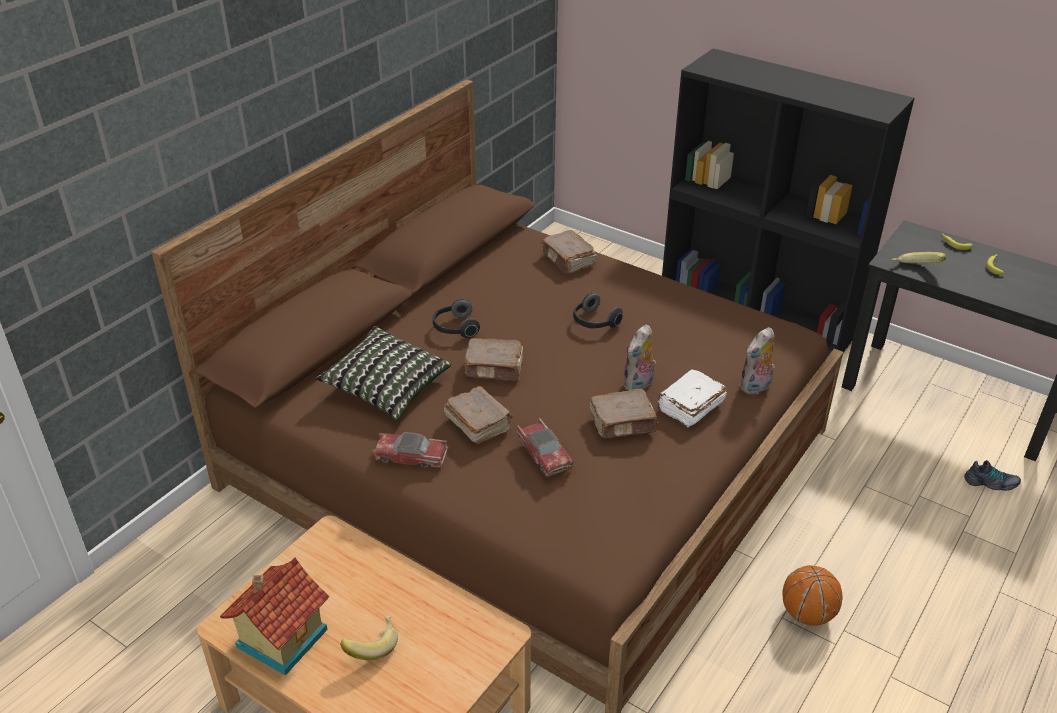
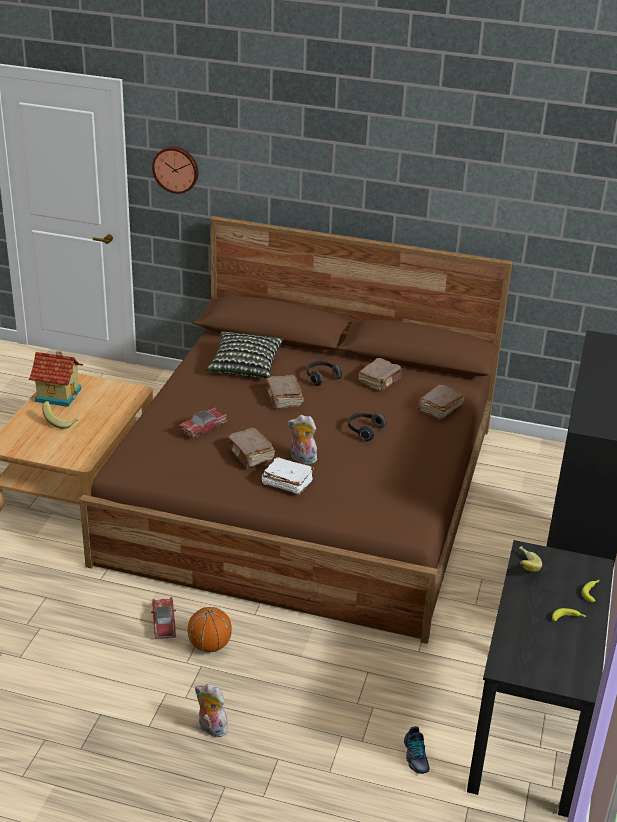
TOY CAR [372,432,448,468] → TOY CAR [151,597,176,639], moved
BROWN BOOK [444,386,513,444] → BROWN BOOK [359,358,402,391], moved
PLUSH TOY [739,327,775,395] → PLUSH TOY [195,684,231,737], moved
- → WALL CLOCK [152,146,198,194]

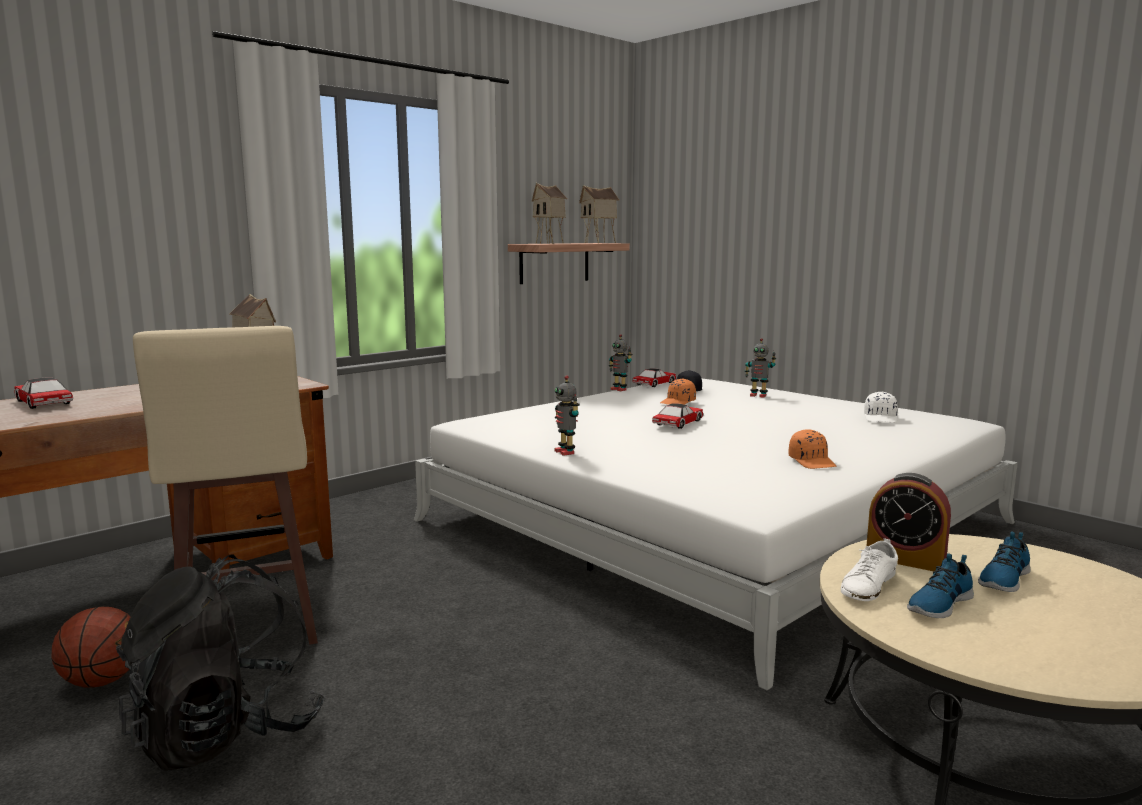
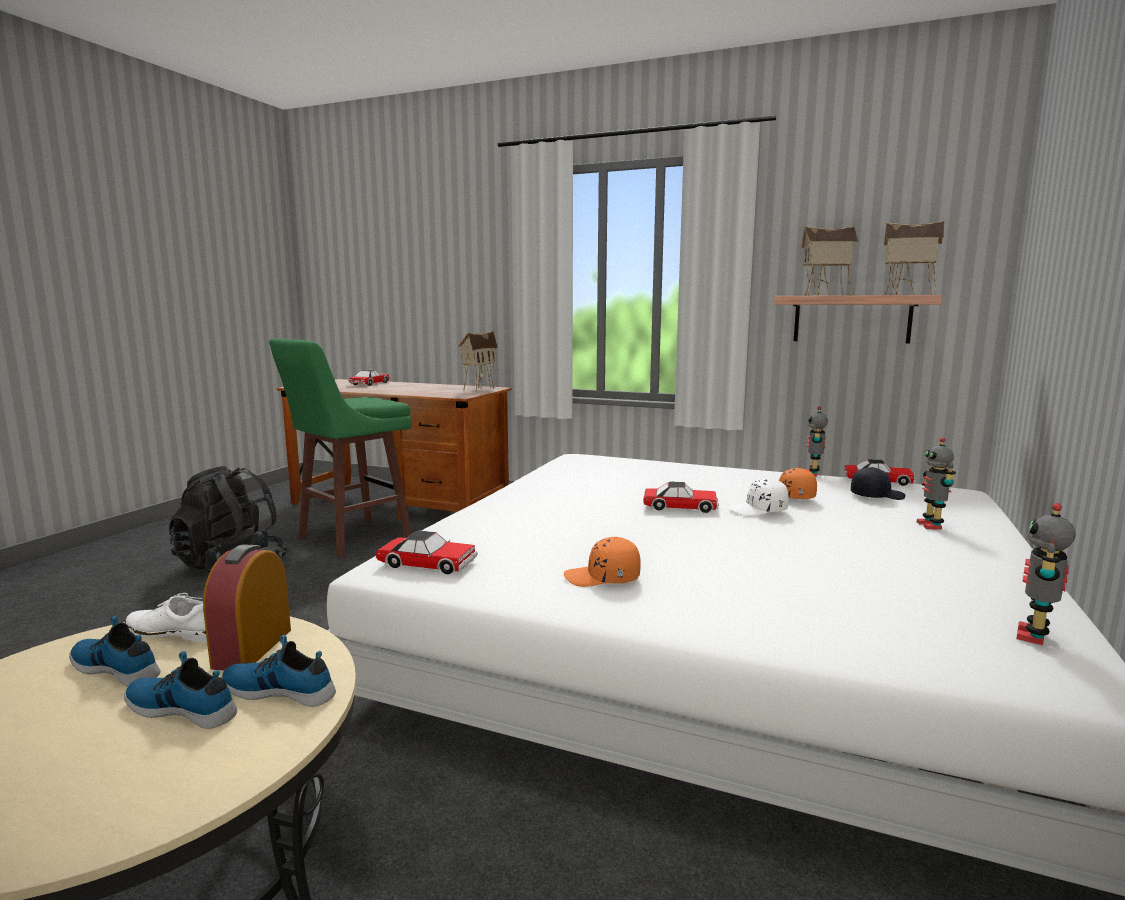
BASKETBALL [52,607,131,688] → -
BEIGE STOOL [133,326,318,645] → GREEN STOOL [269,338,412,558]
TOY ROBOT [554,375,580,456] → TOY ROBOT [1016,503,1076,645], moved
ORANGE CAP [788,429,837,469] → ORANGE CAP [564,537,641,587], 45 degrees clockwise
WHITE CAP [864,391,898,423] → WHITE CAP [729,478,789,516], moved
- → SHOE [221,635,336,707]
- → TOY CAR [376,531,478,574]

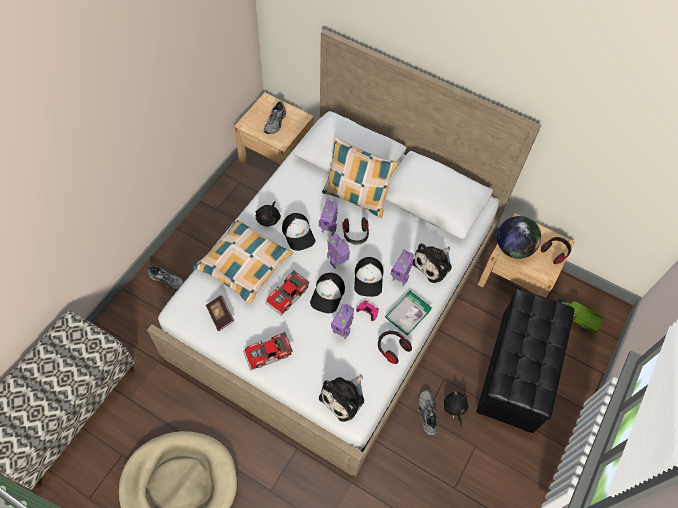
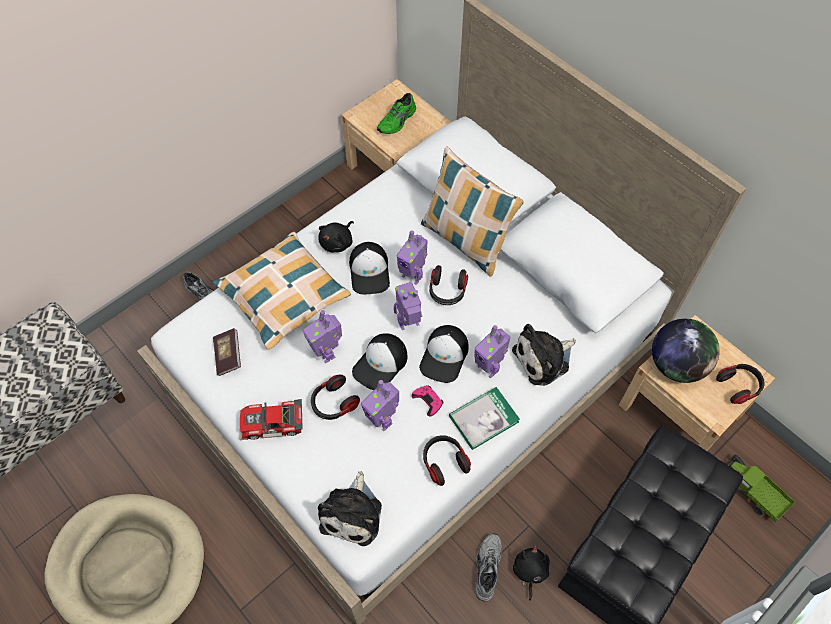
GREY SHOE [264,101,286,134] → GREEN SHOE [377,93,416,134]
TOY CAR [265,270,310,316] → TOY ROBOT [302,310,342,363]
PLUSH TOY [319,374,364,422] → PLUSH TOY [318,471,382,546], 45 degrees counterclockwise
- → HEADPHONES [311,375,360,420]

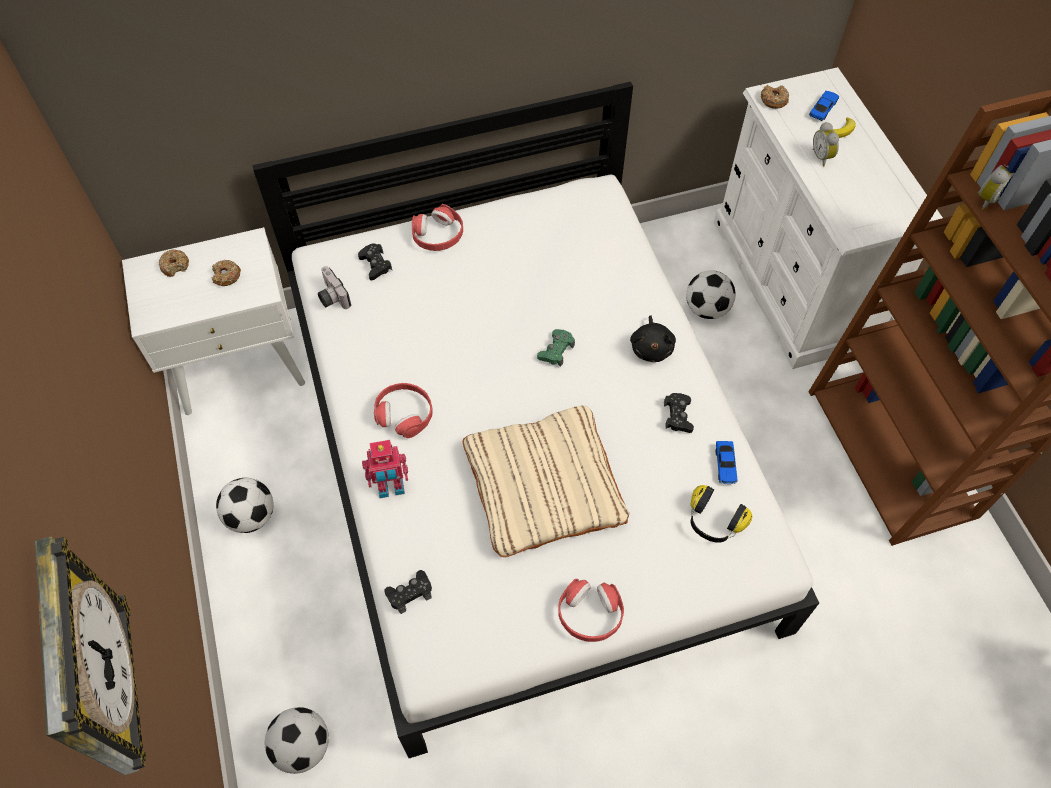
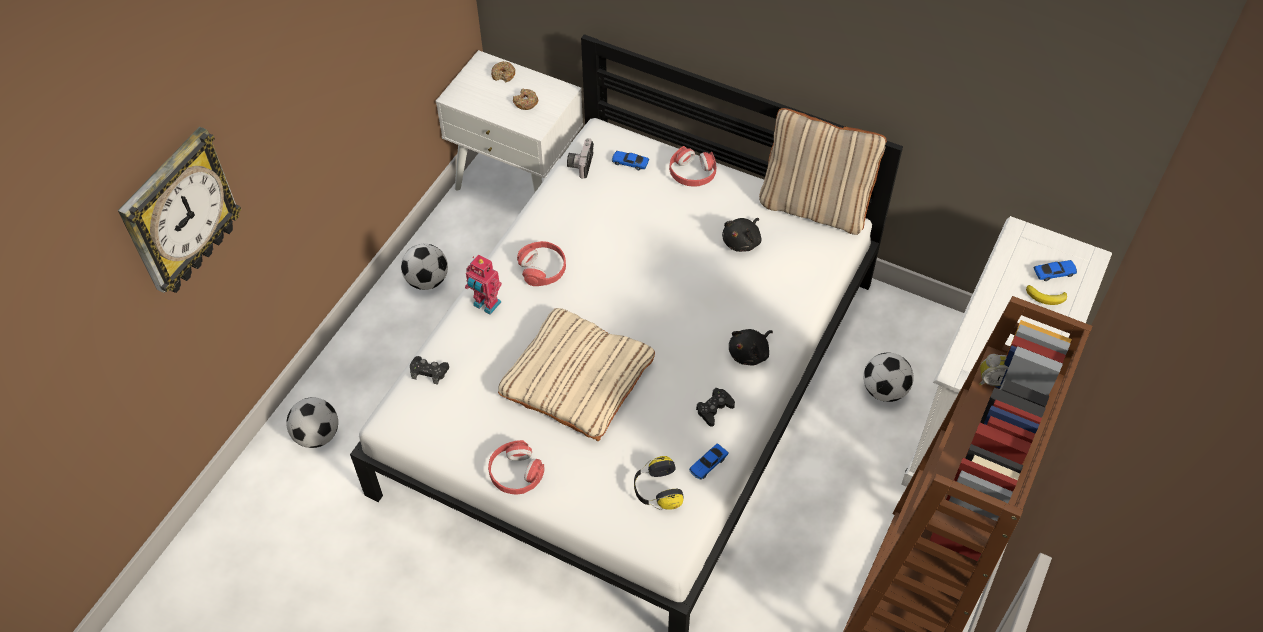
BLACK GAME CONTROLLER [358,243,392,280] → TOY CAR [612,151,649,170]
GREEN GAME CONTROLLER [537,329,575,367] → -
DONUT [761,85,789,109] → -
ALARM CLOCK [813,122,839,167] → -
- → BLACK PLUSH TOY [722,218,762,252]
- → BEIGE PILLOW [759,108,887,235]

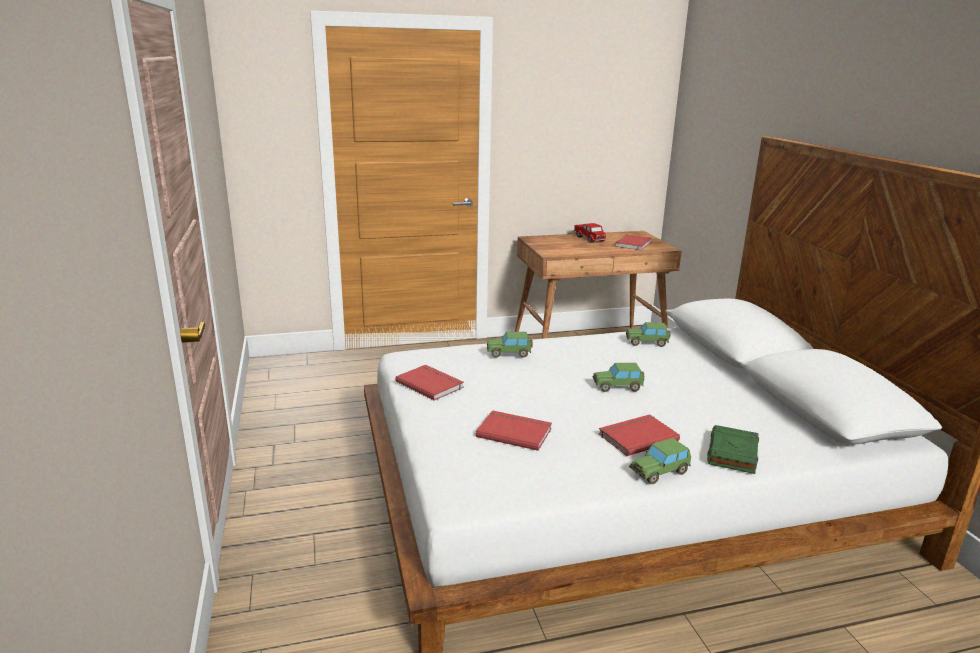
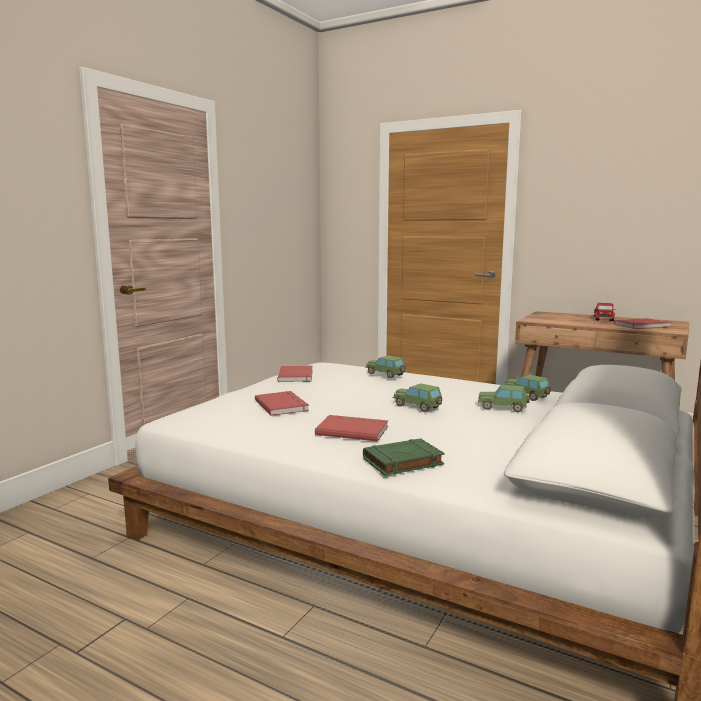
TOY CAR [629,438,691,484] → TOY CAR [478,385,530,412], moved

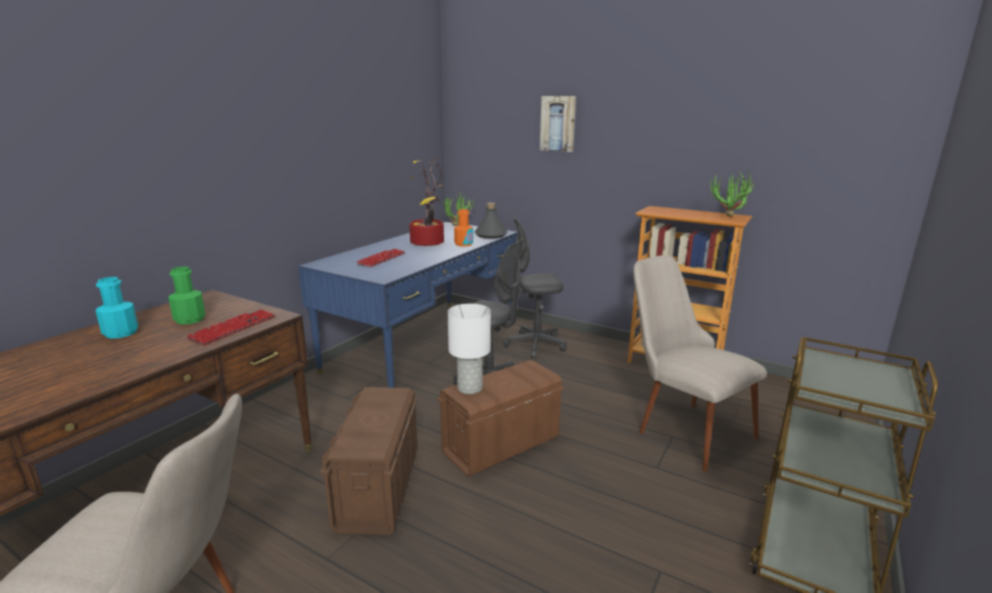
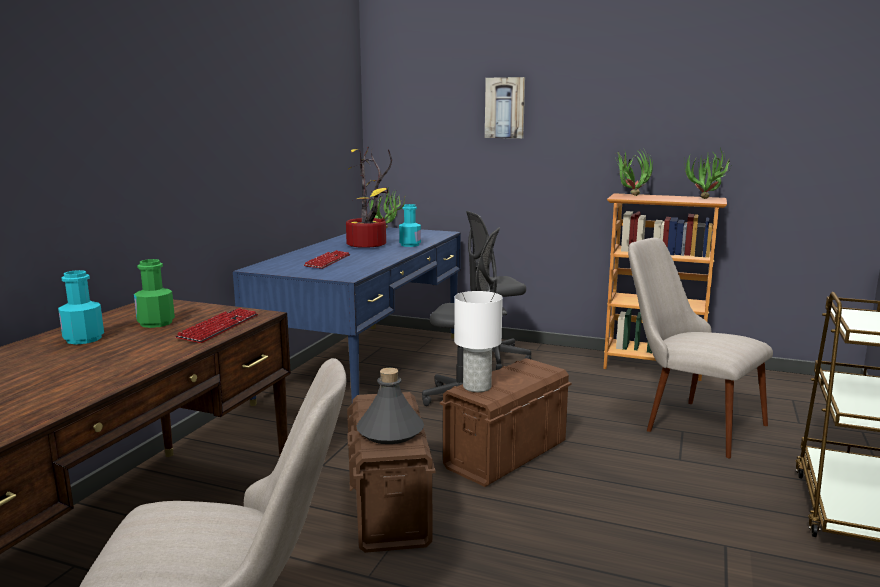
ORANGE BOTTLE [454,209,473,247] → TURQUOISE BOTTLE [399,204,421,247]
GREY BOTTLE [474,203,508,239] → GREY BOTTLE [357,368,424,444], moved
- → POTTED PLANT [615,148,653,196]

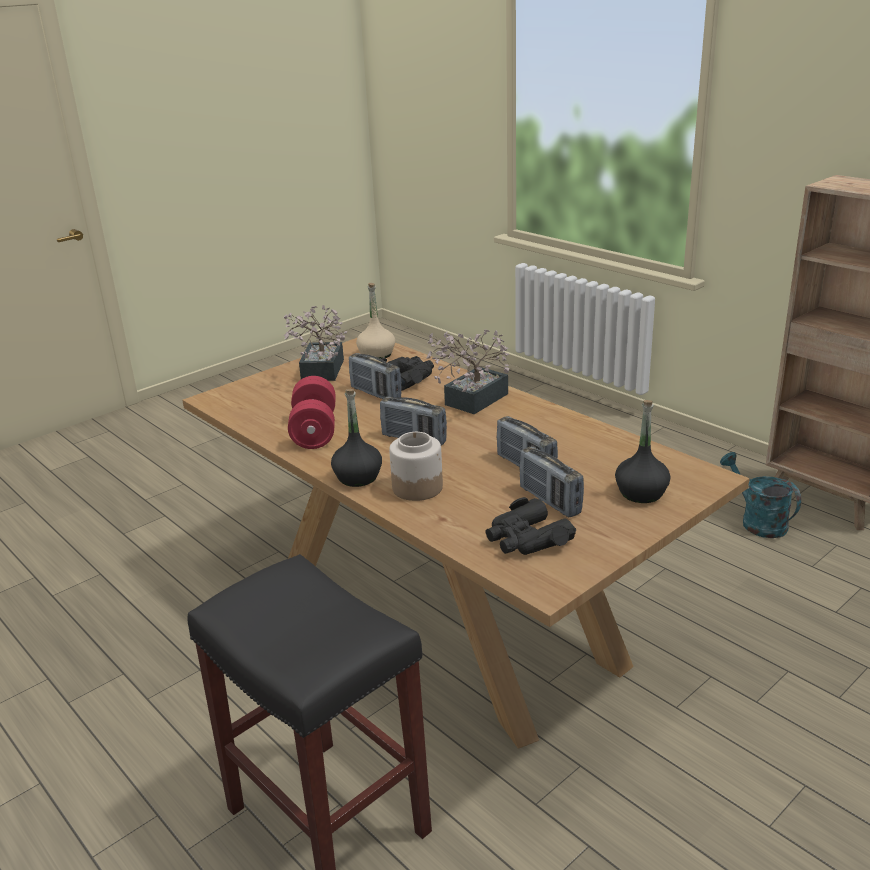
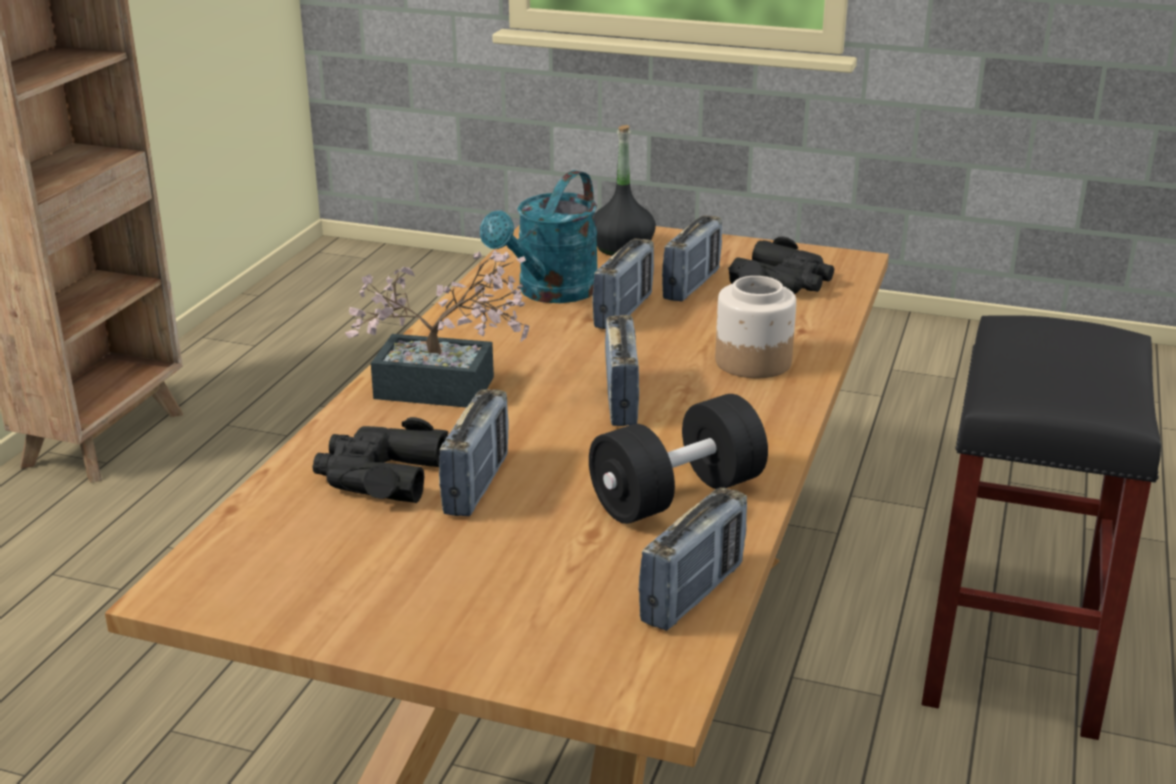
POTTED PLANT [283,305,348,381] → -
RED DUMBBELL [288,376,336,449] → BLACK DUMBBELL [589,394,768,524]
BLACK BOTTLE [331,389,382,487] → -
BEIGE BOTTLE [356,283,395,359] → -
TURQUOISE WATERING CAN [720,452,801,538] → TURQUOISE WATERING CAN [480,170,598,303], moved
- → RADIO [638,487,747,631]

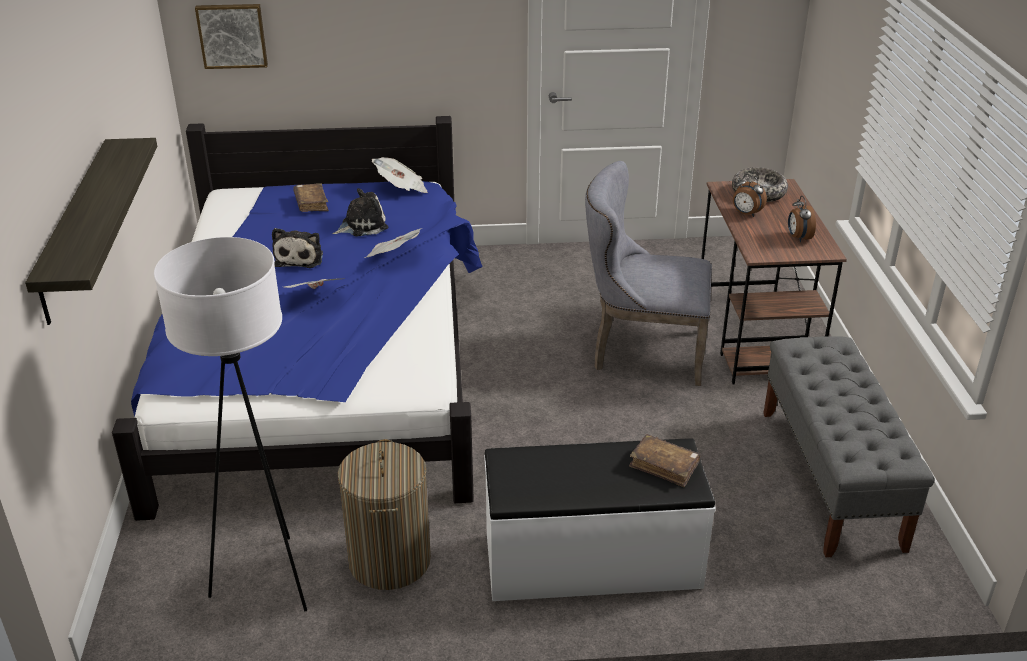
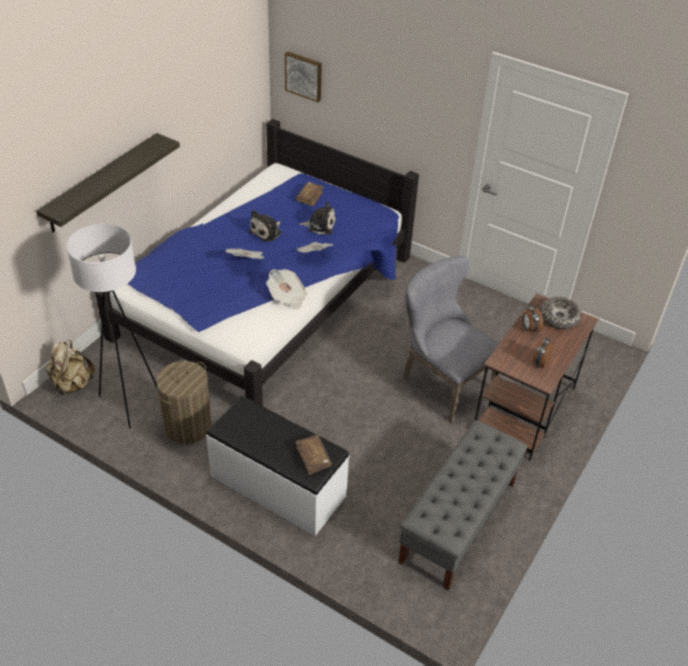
NEWSPAPER [372,157,428,193] → NEWSPAPER [266,269,308,310], moved
- → BEIGE BACKPACK [45,340,95,396]

